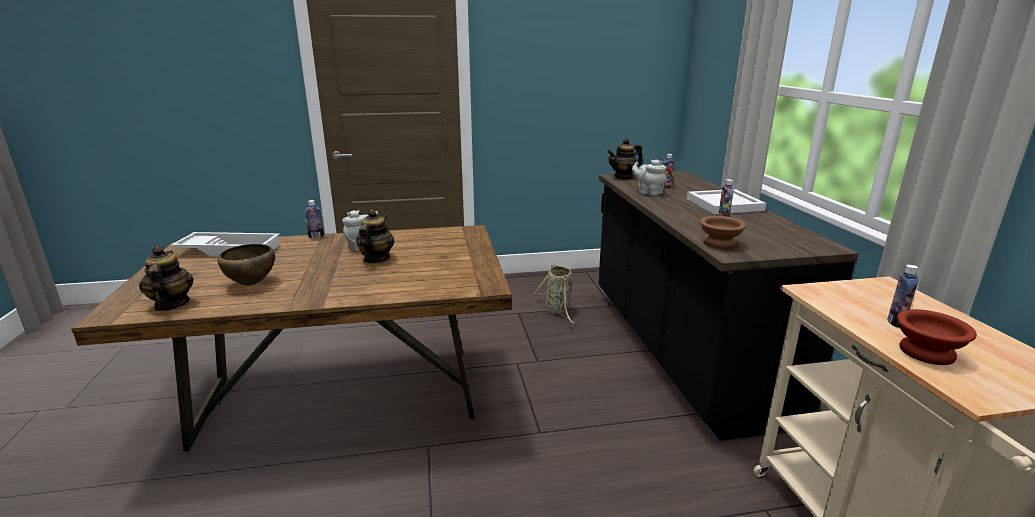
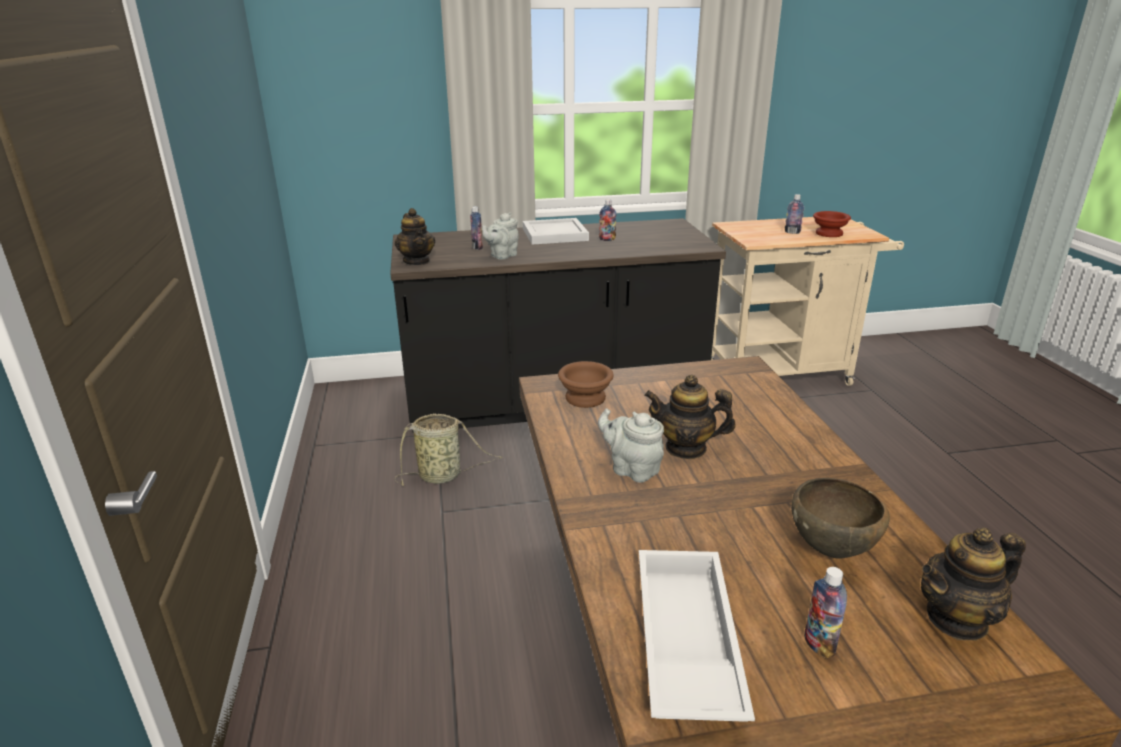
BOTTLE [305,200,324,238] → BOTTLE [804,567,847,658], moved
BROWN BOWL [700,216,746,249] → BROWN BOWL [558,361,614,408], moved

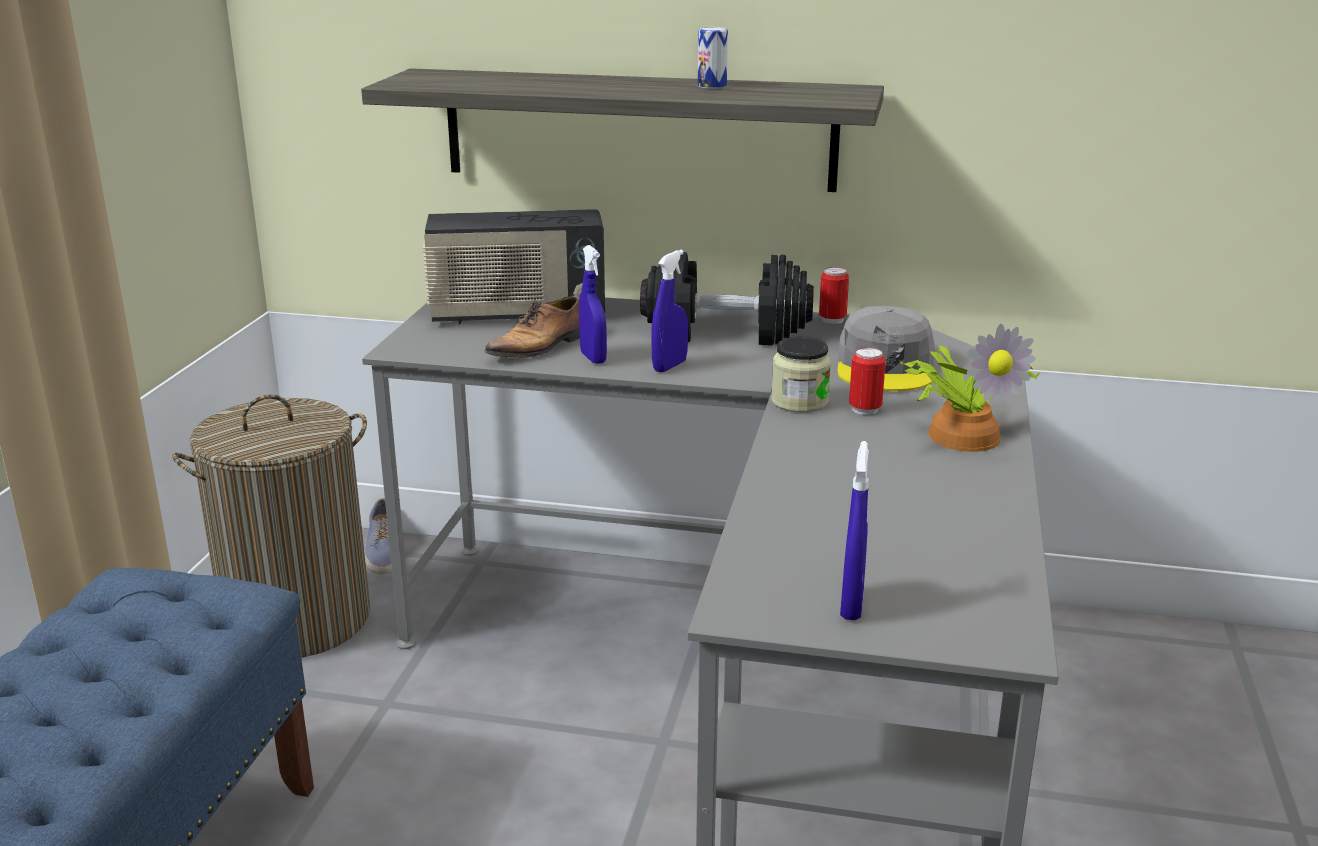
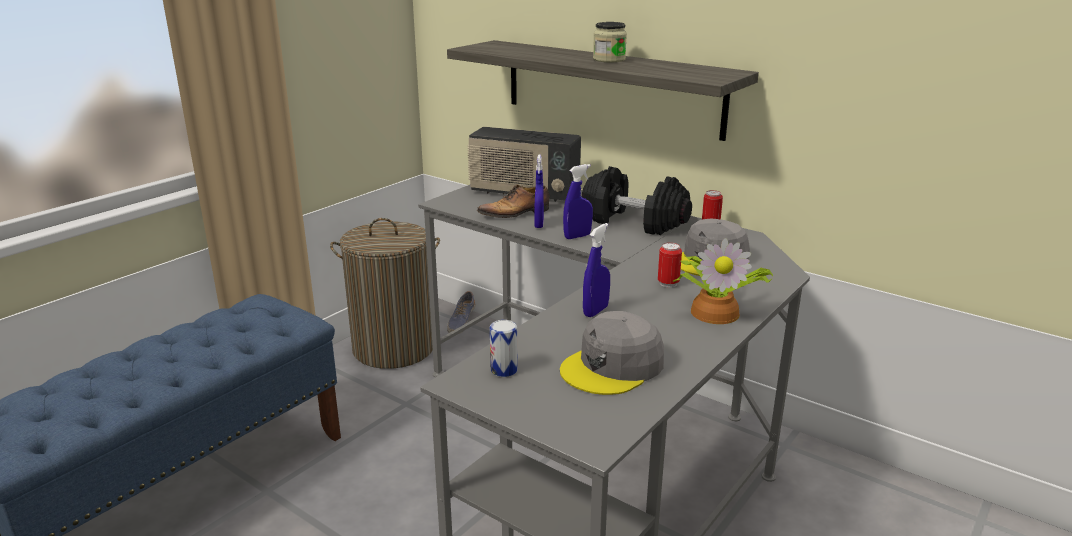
CAN [698,27,728,88] → CAN [490,320,518,377], moved
JAR [771,337,831,413] → JAR [593,22,627,62], moved
BLUE SPRAY BOTTLE [840,441,869,620] → BLUE SPRAY BOTTLE [583,223,610,317], moved
- → GREY CAP [560,311,664,395]

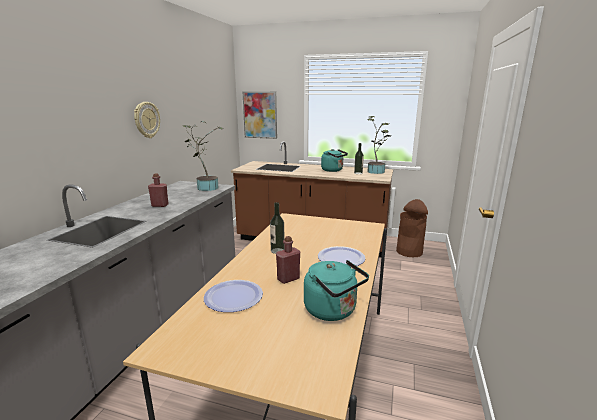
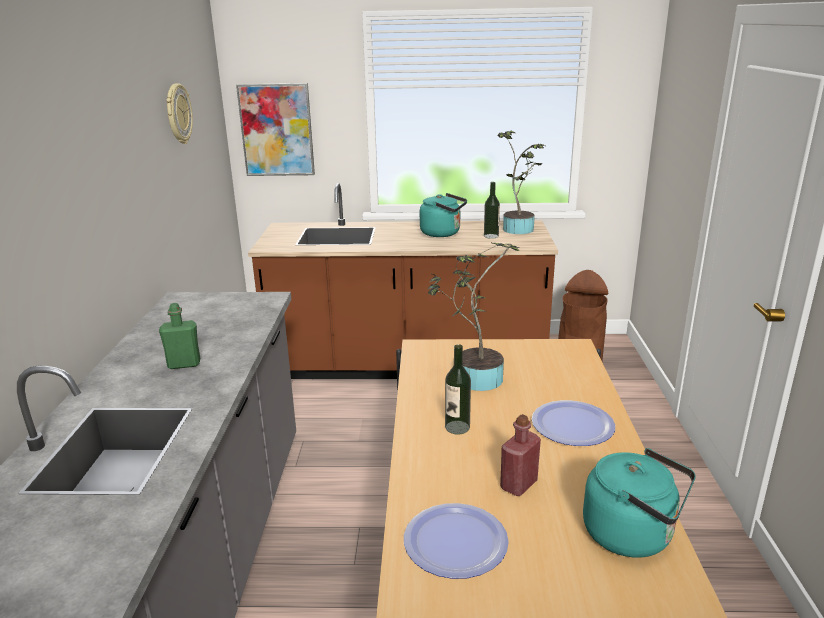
WALL CLOCK [134,102,160,138] → WALL CLOCK [166,83,193,144], moved
RED BOTTLE [148,173,169,207] → GREEN BOTTLE [159,303,200,369]
POTTED PLANT [182,121,223,191] → POTTED PLANT [428,242,519,391], moved

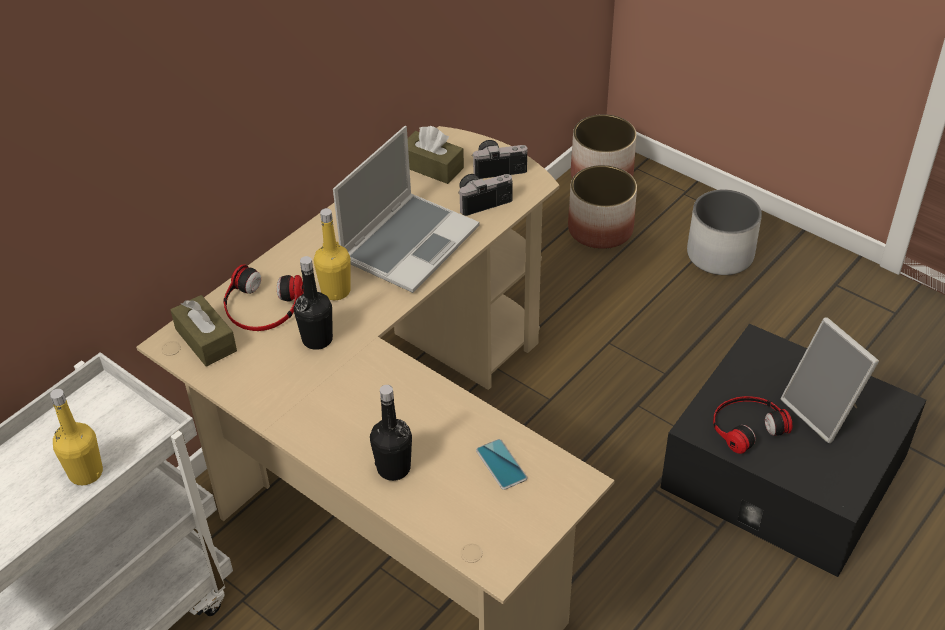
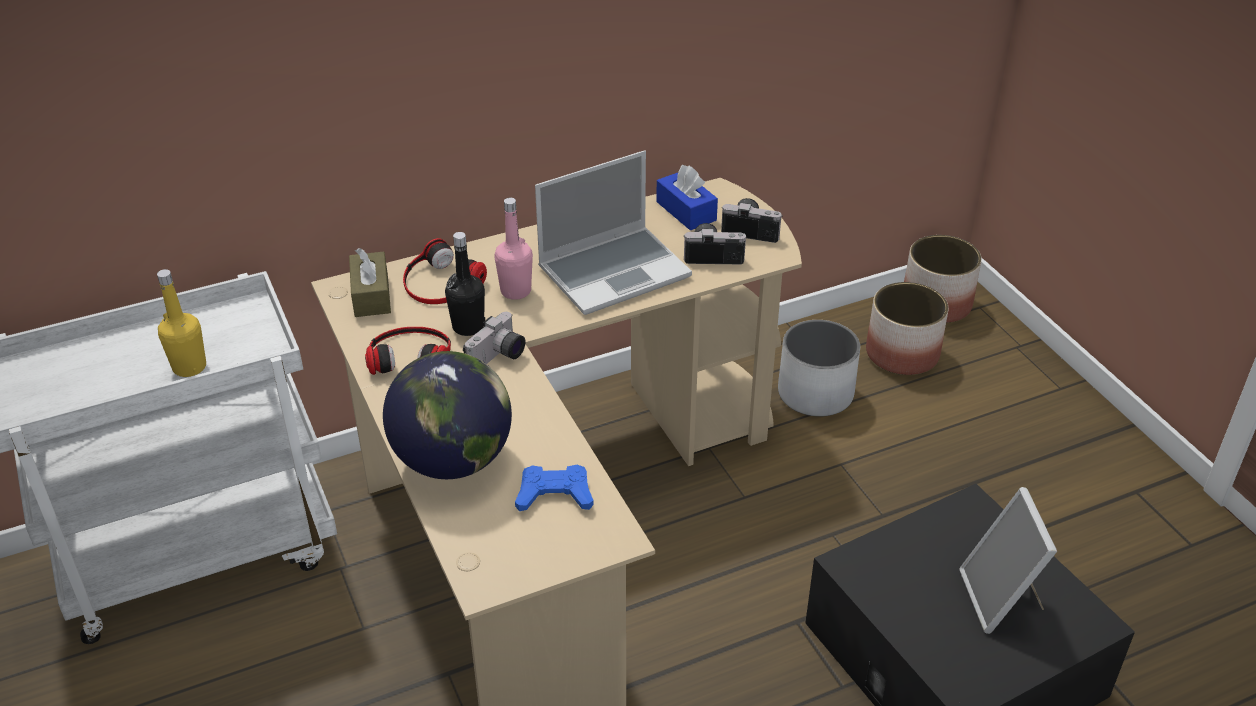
YELLOW BOTTLE [314,208,351,300] → PINK BOTTLE [494,198,533,300]
BLACK BOTTLE [370,385,412,481] → GLOBE [383,351,512,479]
BROWN TISSUE BOX [408,126,464,184] → BLUE TISSUE BOX [656,165,718,230]
PHONE [476,439,527,490] → BLUE GAME CONTROLLER [515,465,594,511]
WHITE PLANTER [687,189,762,275] → WHITE PLANTER [778,320,860,417], moved
HEADPHONES [713,396,792,454] → HEADPHONES [365,327,451,375], moved
- → PHOTO CAMERA [463,312,526,364]

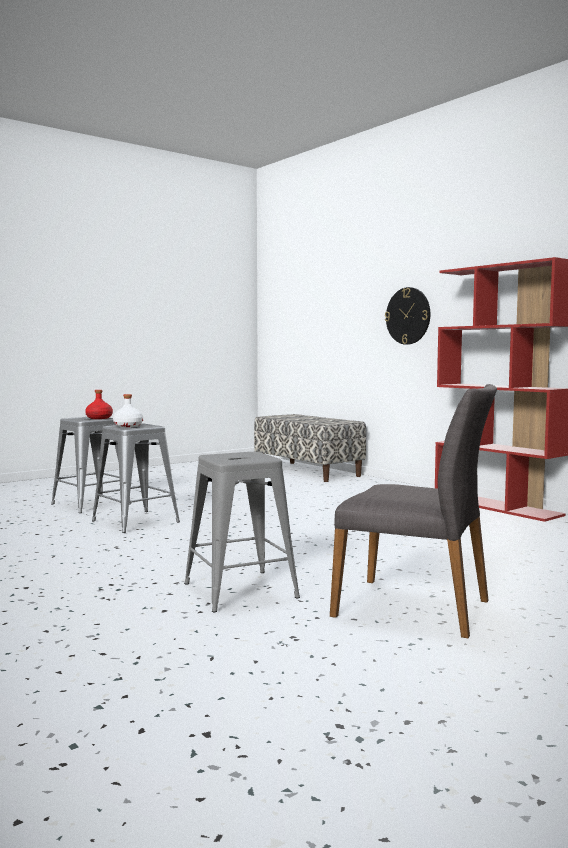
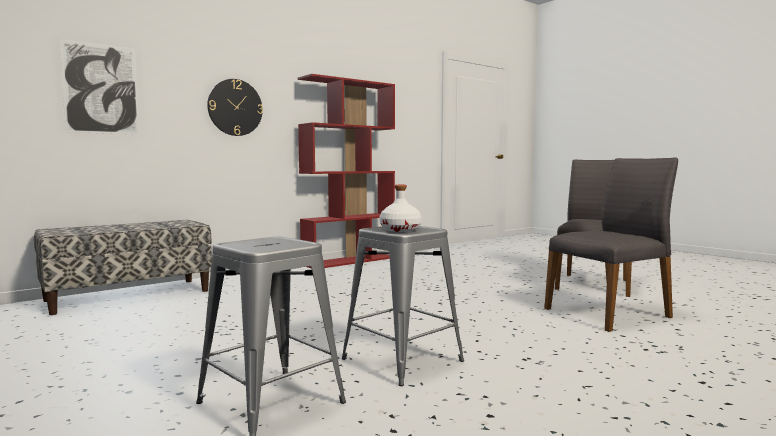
RED BOTTLE [85,390,113,419] → -
GREY STOOL [184,452,300,613] → GREY CHAIR [544,157,678,332]
- → PICTURE [60,39,139,135]

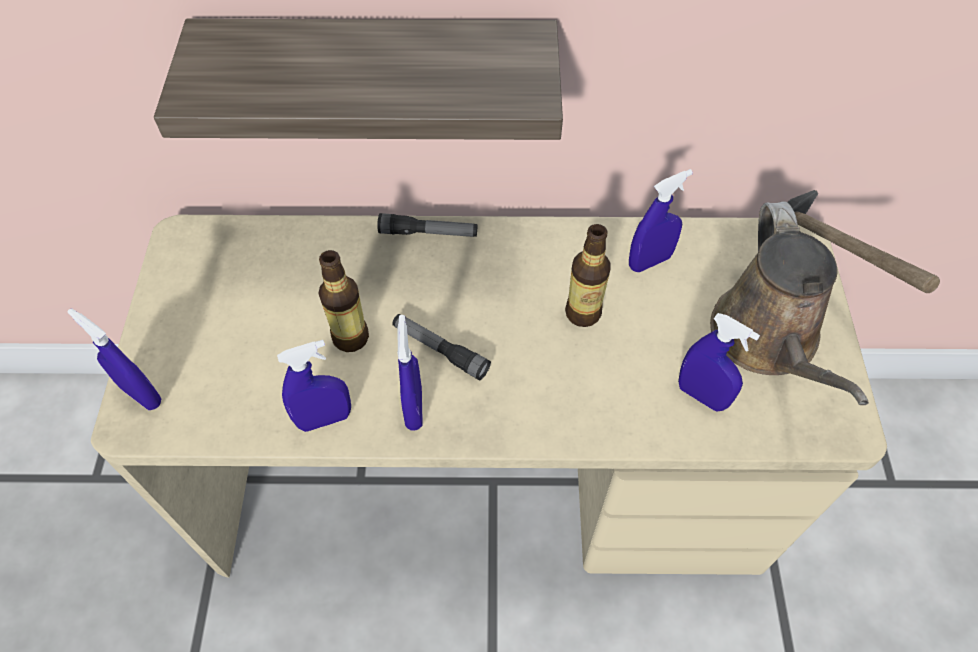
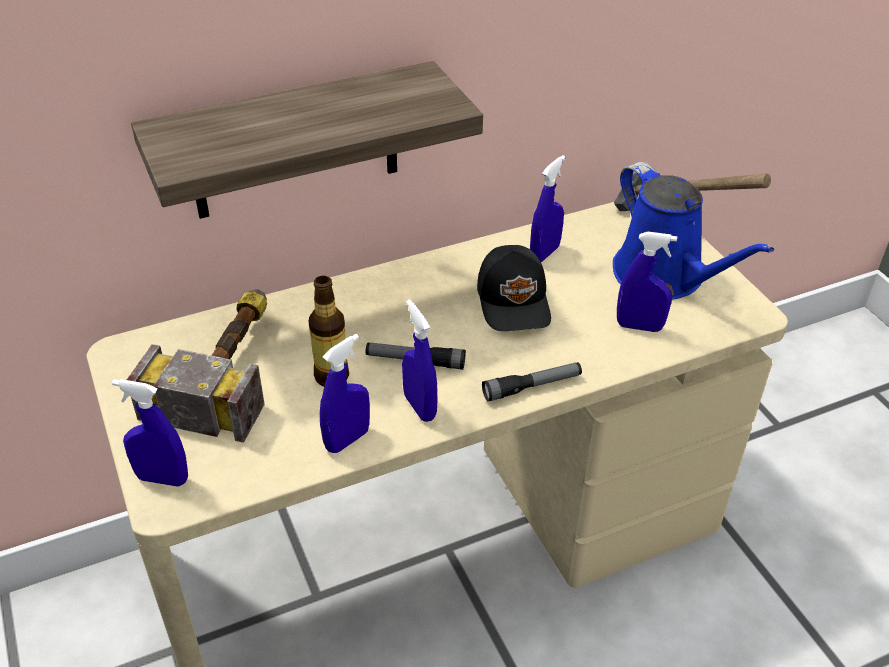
FLASHLIGHT [377,213,477,237] → FLASHLIGHT [482,362,582,402], moved
BOTTLE [565,224,610,327] → BLACK CAP [477,245,551,331]
BROWN WATERING CAN [710,202,869,405] → BLUE WATERING CAN [613,162,774,300]
- → HAMMER [127,289,267,443]

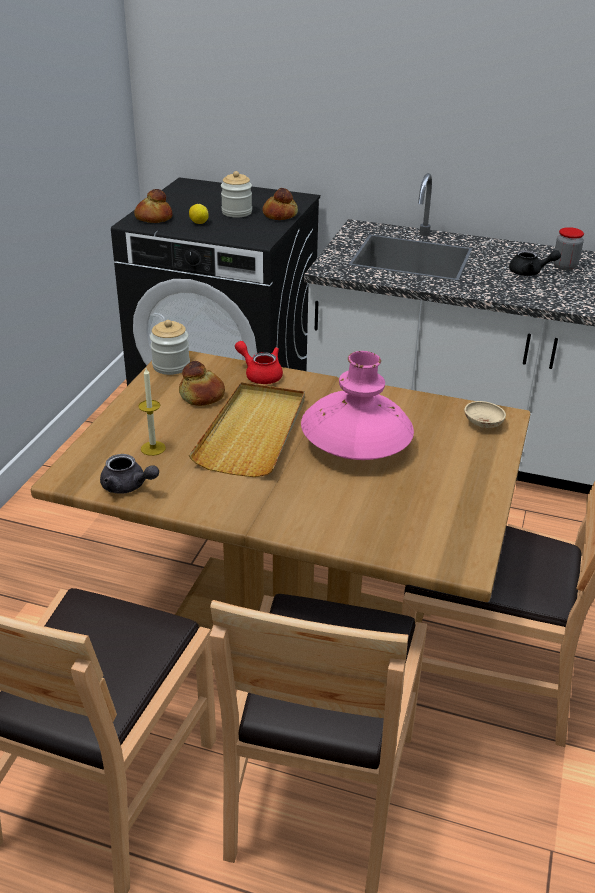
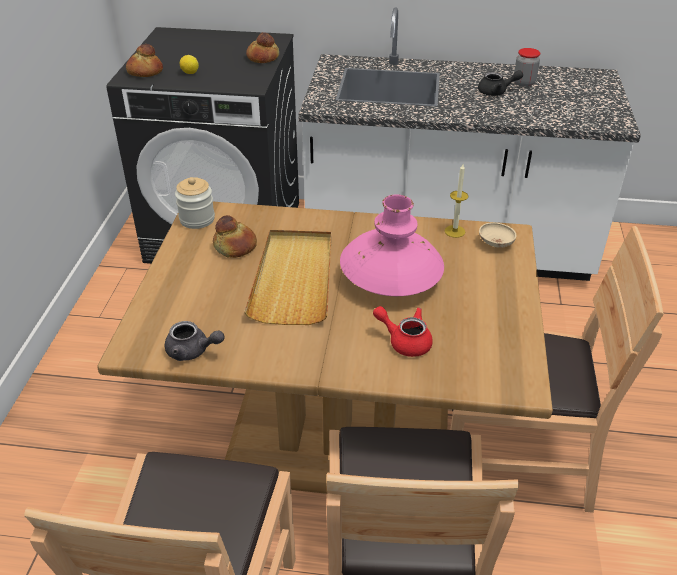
CANDLE [138,368,166,456] → CANDLE [445,164,468,238], moved
JAR [221,171,252,218] → -
RED TEAPOT [235,341,283,384] → RED TEAPOT [373,306,433,357], moved

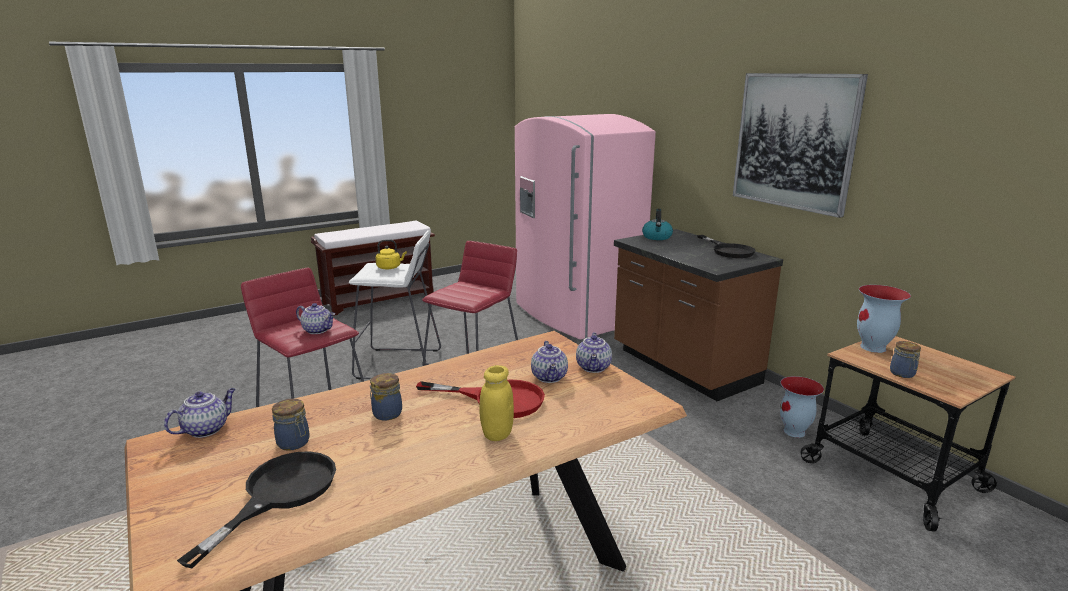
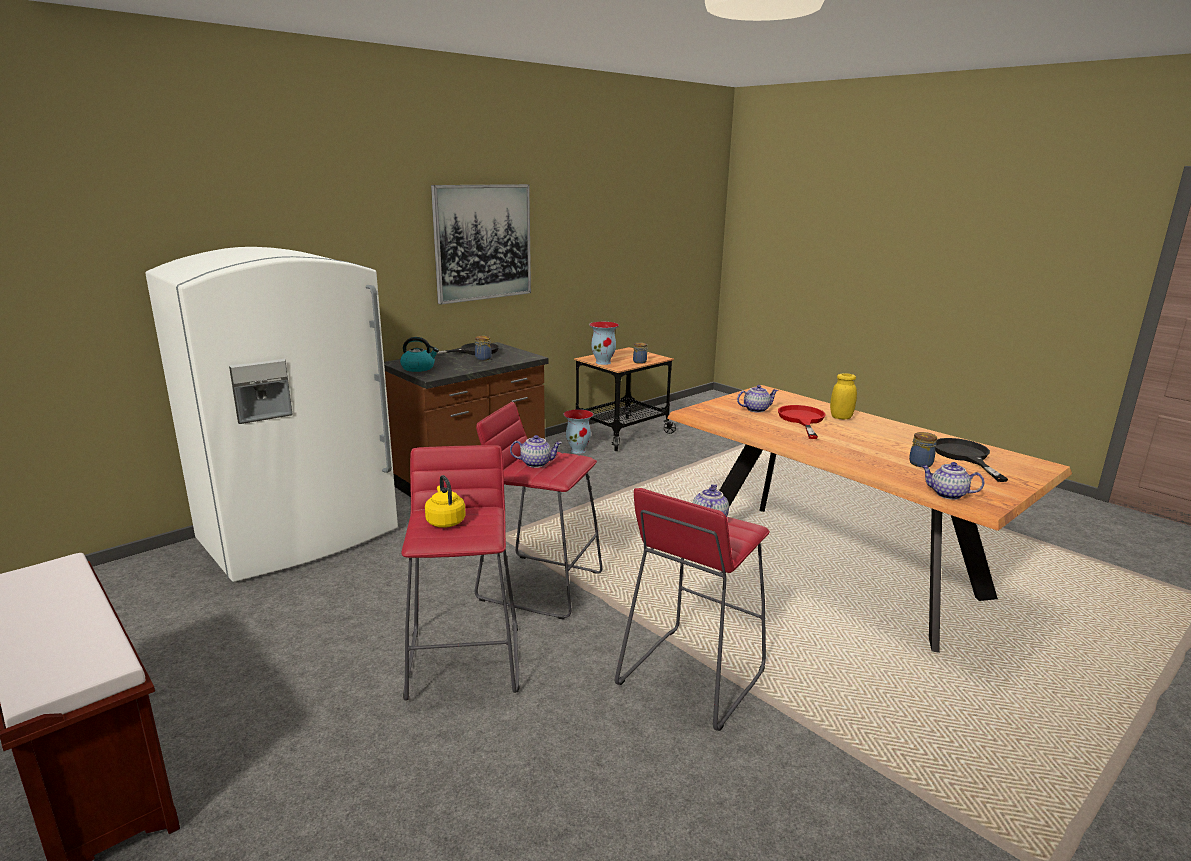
BLACK FRYING PAN [177,451,336,568] → BLACK FRYING PAN [935,438,1008,482], 75 degrees clockwise
WHITE STOOL [349,230,441,379] → RED STOOL [401,445,519,701]
JAR [369,373,402,421] → JAR [475,336,491,360], moved
PINK FRIDGE [515,114,656,339] → WHITE FRIDGE [145,247,398,582]
TEAPOT [576,332,612,373] → TEAPOT [510,435,562,468], moved

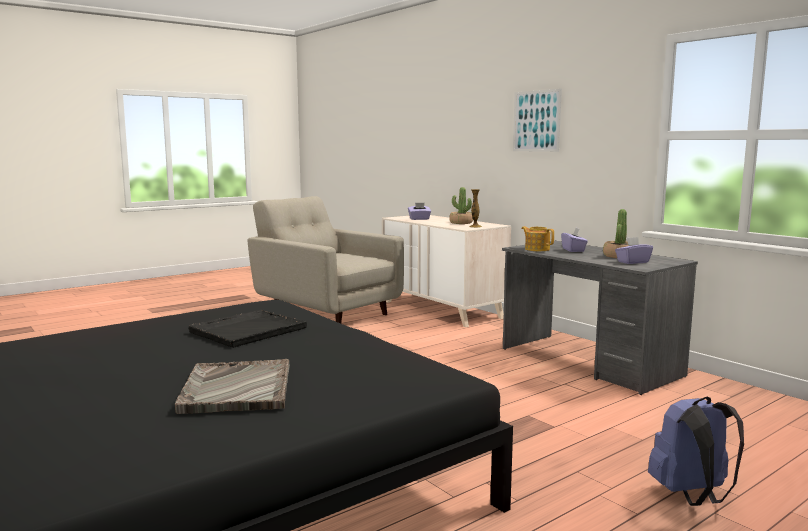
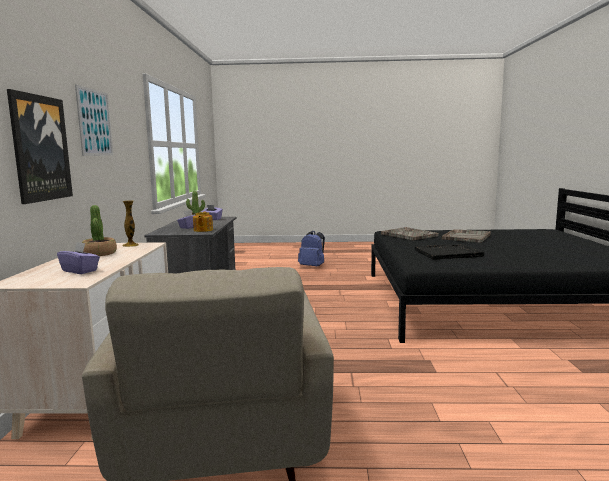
- → PICTURE [7,89,73,204]
- → GREY TRAY [381,227,439,240]

